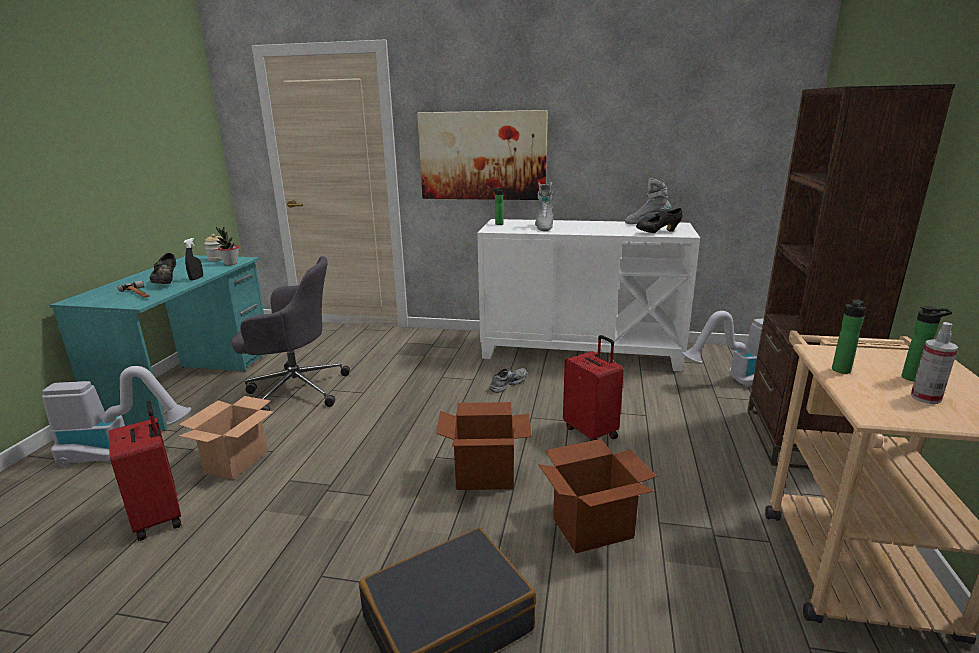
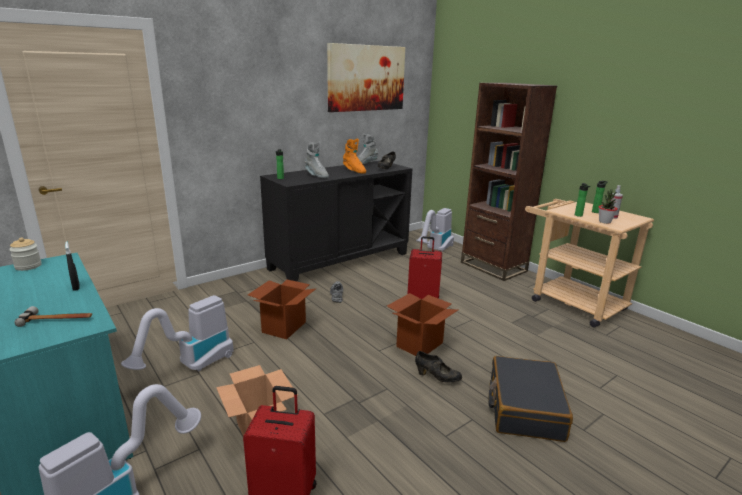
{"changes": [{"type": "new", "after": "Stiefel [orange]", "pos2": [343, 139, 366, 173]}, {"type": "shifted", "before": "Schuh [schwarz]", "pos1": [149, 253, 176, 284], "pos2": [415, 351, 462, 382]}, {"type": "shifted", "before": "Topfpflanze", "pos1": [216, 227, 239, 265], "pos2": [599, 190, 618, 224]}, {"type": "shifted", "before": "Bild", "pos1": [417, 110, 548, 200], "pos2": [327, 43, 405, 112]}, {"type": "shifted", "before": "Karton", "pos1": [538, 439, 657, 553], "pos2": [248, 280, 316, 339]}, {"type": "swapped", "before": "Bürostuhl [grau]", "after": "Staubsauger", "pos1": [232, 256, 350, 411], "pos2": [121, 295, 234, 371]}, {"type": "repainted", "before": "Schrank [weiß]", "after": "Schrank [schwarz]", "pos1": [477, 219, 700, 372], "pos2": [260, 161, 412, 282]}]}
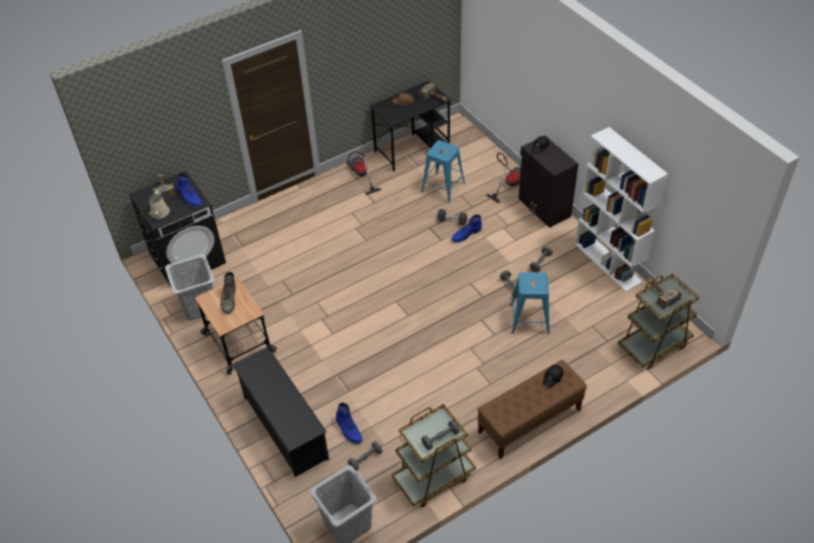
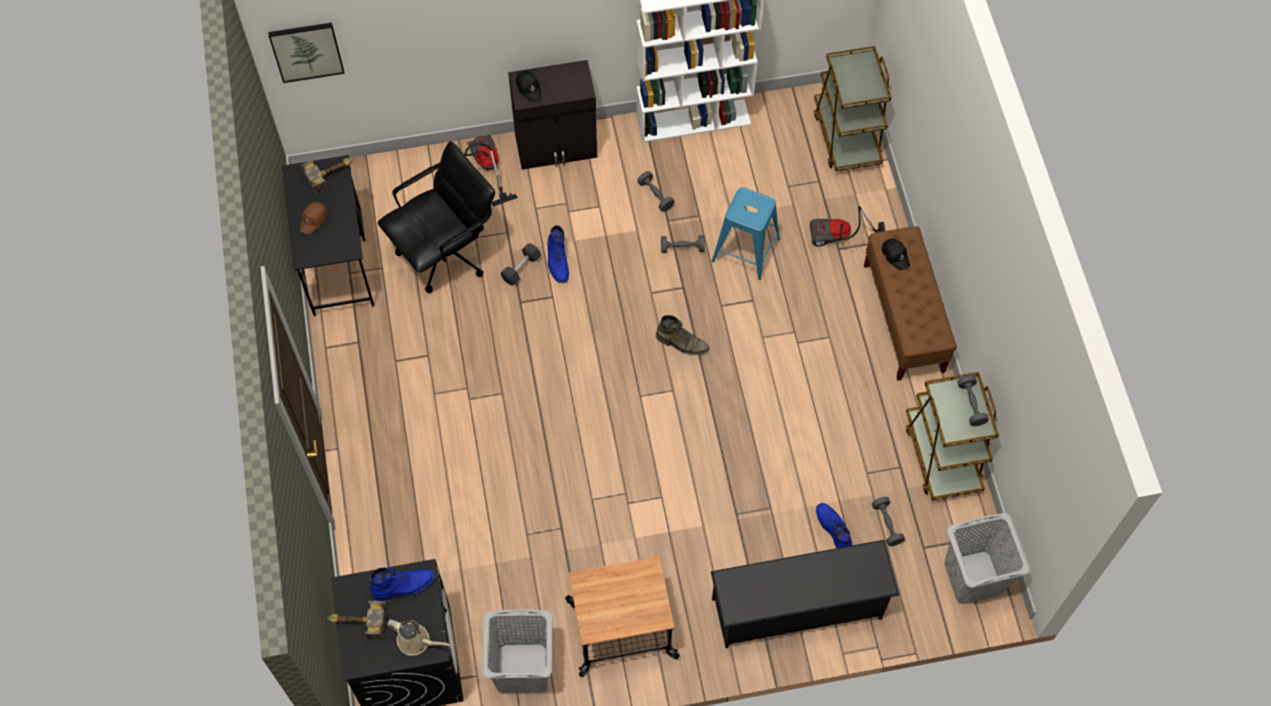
{"changes": [{"type": "gone", "before": "Hammer", "pos1": [648, 278, 682, 309]}, {"type": "new", "after": "Bild", "pos2": [268, 23, 344, 83]}, {"type": "shifted", "before": "Stiefel [grün]", "pos1": [221, 272, 236, 314], "pos2": [656, 315, 709, 355]}, {"type": "shifted", "before": "Staubsauger", "pos1": [346, 151, 381, 195], "pos2": [810, 206, 885, 247]}, {"type": "swapped", "before": "Hocker [blau]", "after": "Bürostuhl [schwarz]", "pos1": [421, 140, 465, 203], "pos2": [378, 141, 495, 293]}, {"type": "rotated", "before": "Stiefel [blau]", "pos1": [336, 403, 363, 444], "pos2": [816, 503, 852, 548], "turn": -105}]}
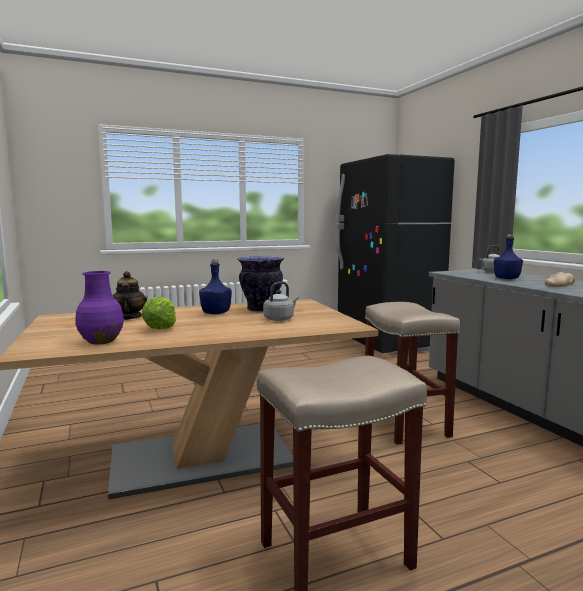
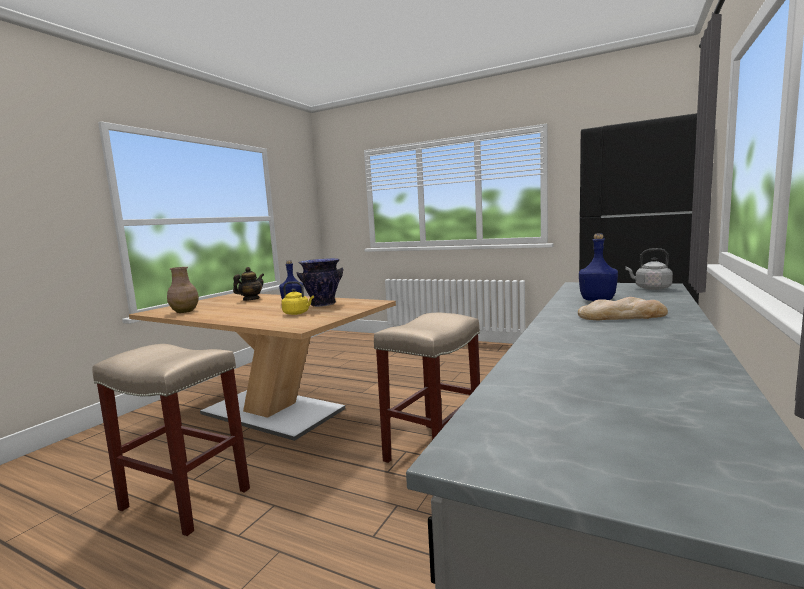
{"changes": [{"type": "gone", "before": "Salatkopf", "pos1": [142, 297, 176, 329]}, {"type": "repainted", "before": "Vase [lila]", "after": "Vase [braun]", "pos1": [75, 271, 124, 344], "pos2": [167, 267, 199, 313]}, {"type": "repainted", "before": "Wasserkessel [grau]", "after": "Wasserkessel [gelb]", "pos1": [263, 282, 299, 321], "pos2": [281, 281, 314, 315]}]}
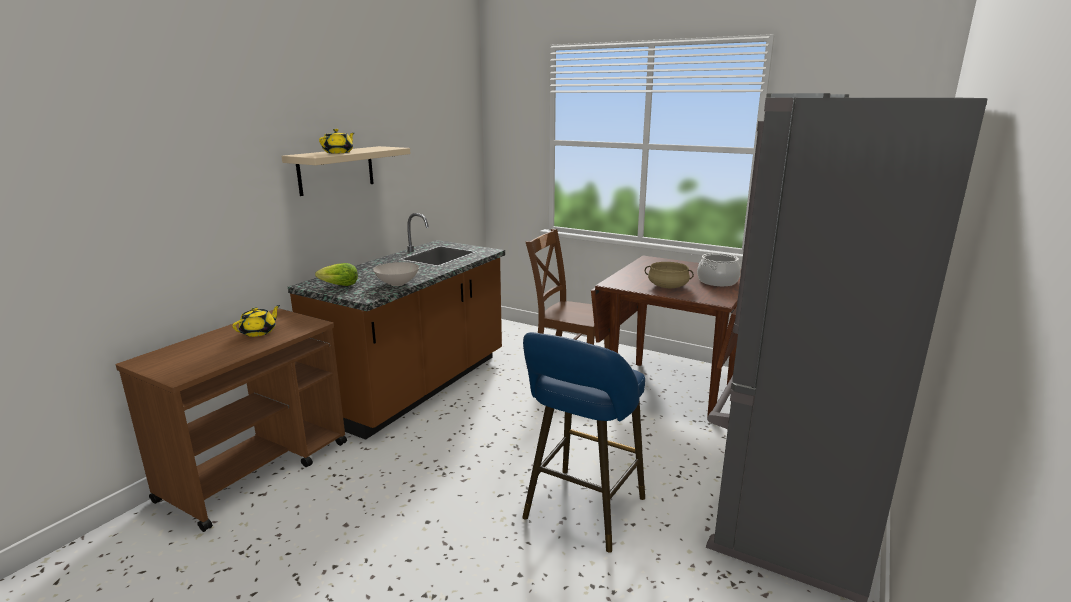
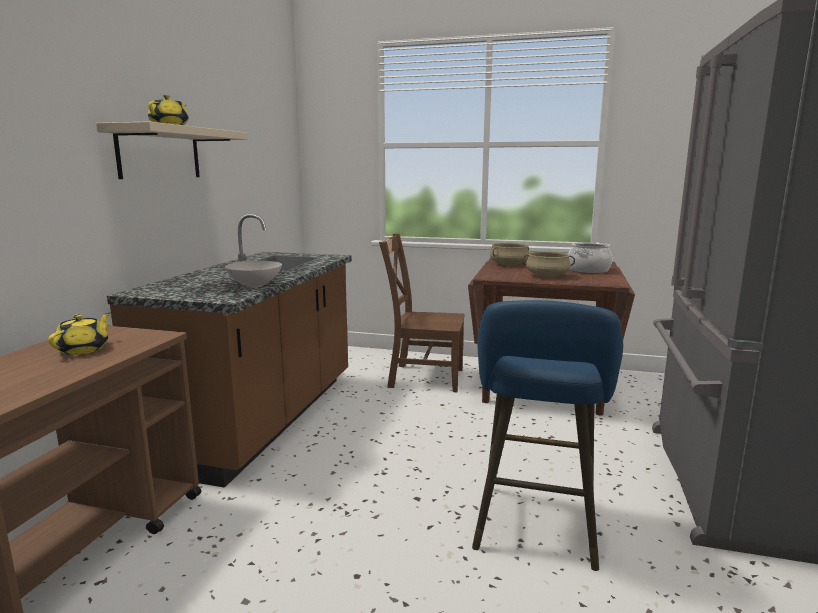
{"changes": [{"type": "gone", "before": "Salatkopf", "pos1": [315, 263, 358, 286]}, {"type": "new", "after": "Kochtopf [beige]", "pos2": [490, 243, 529, 265]}]}
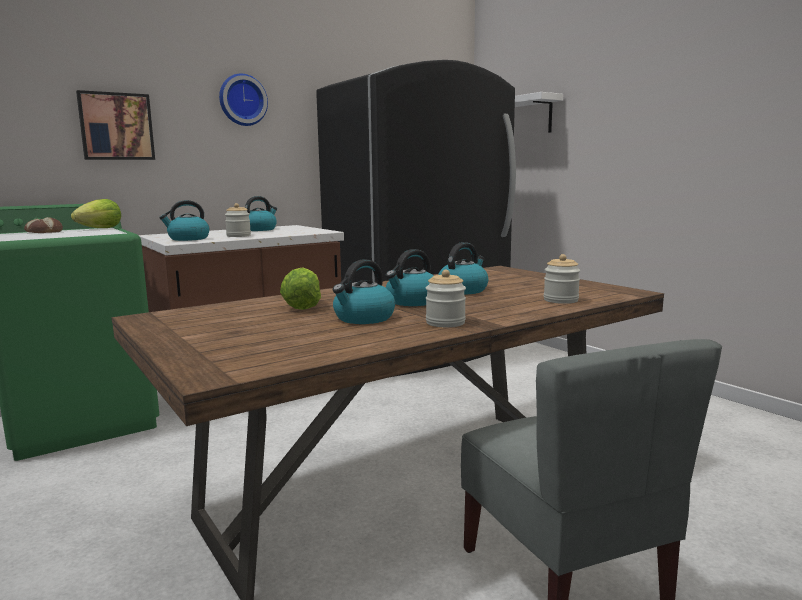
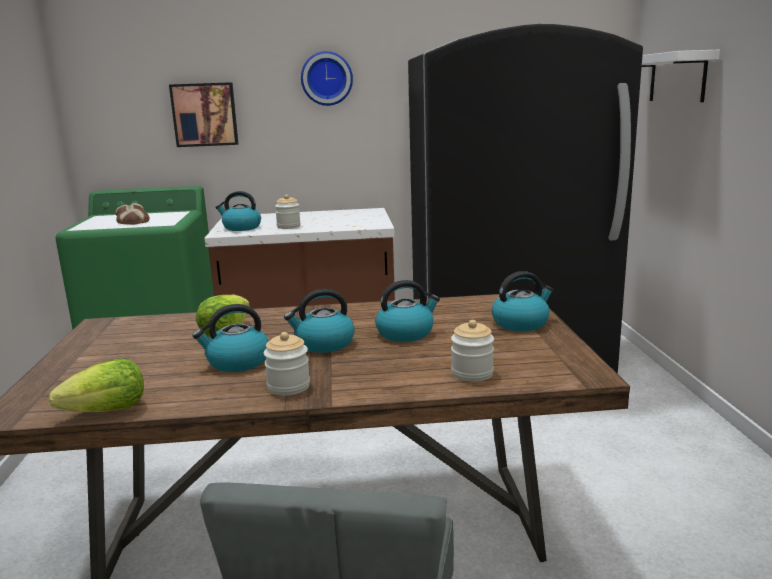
{"changes": [{"type": "new", "after": "Brot", "pos2": [116, 209, 150, 225]}, {"type": "shifted", "before": "Salatkopf", "pos1": [71, 199, 121, 228], "pos2": [49, 358, 144, 412]}, {"type": "shifted", "before": "Wasserkessel", "pos1": [245, 196, 277, 231], "pos2": [491, 271, 554, 331]}]}
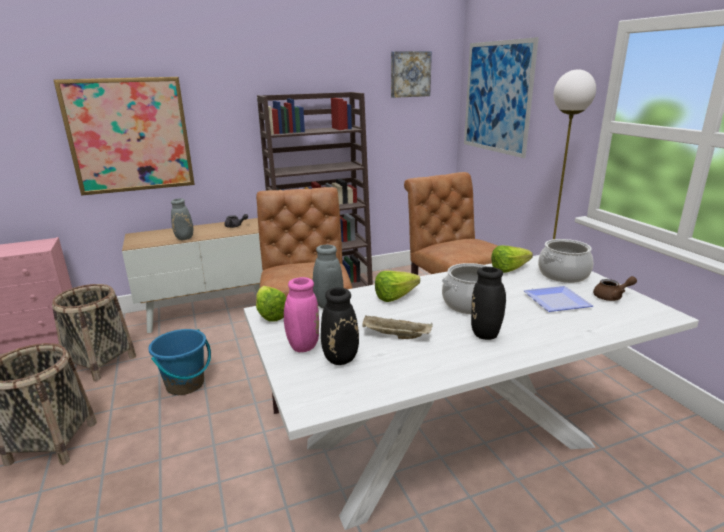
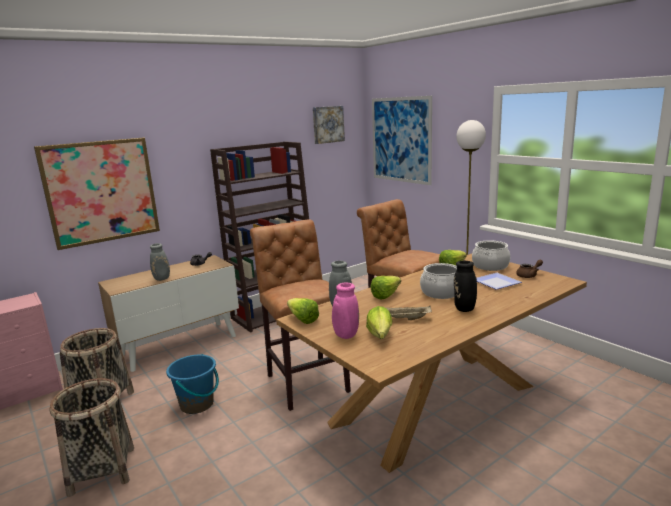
{"changes": [{"type": "swapped", "before": "Vase [schwarz]", "after": "Salatkopf", "pos1": [321, 287, 359, 365], "pos2": [366, 306, 392, 339]}, {"type": "repainted", "before": "Esstisch [weiß]", "after": "Esstisch [braun]", "pos1": [244, 255, 699, 530], "pos2": [276, 254, 587, 473]}]}
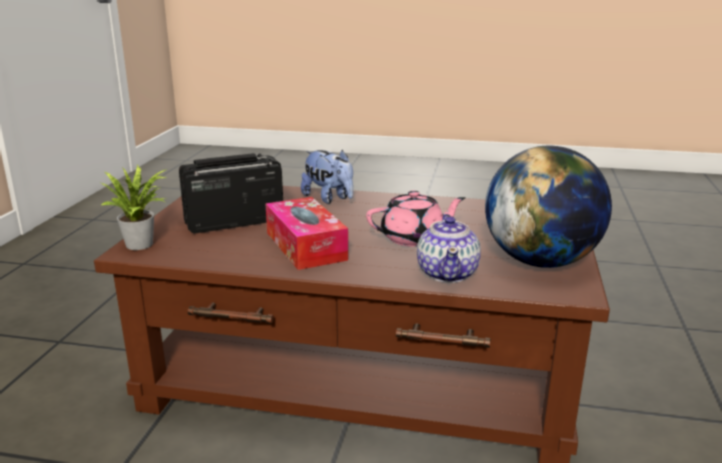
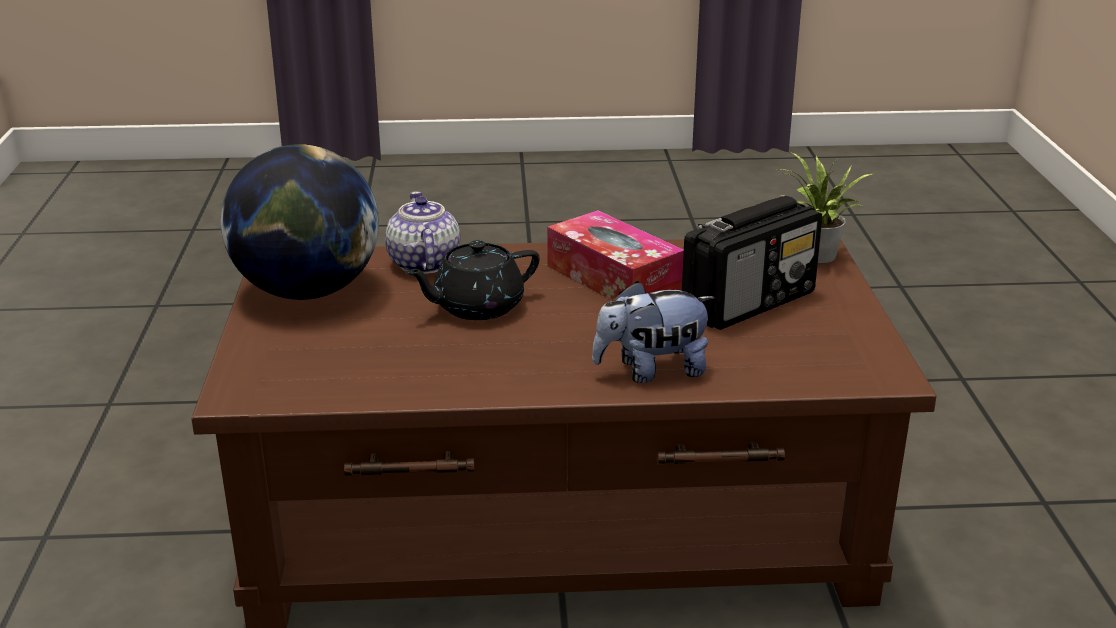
{"changes": [{"type": "repainted", "before": "Teekanne [rosa]", "after": "Teekanne [schwarz]", "pos1": [366, 190, 465, 247], "pos2": [405, 240, 540, 320]}, {"type": "rotated", "before": "Plüschtier", "pos1": [301, 150, 353, 204], "pos2": [592, 281, 715, 383], "turn": -45}]}
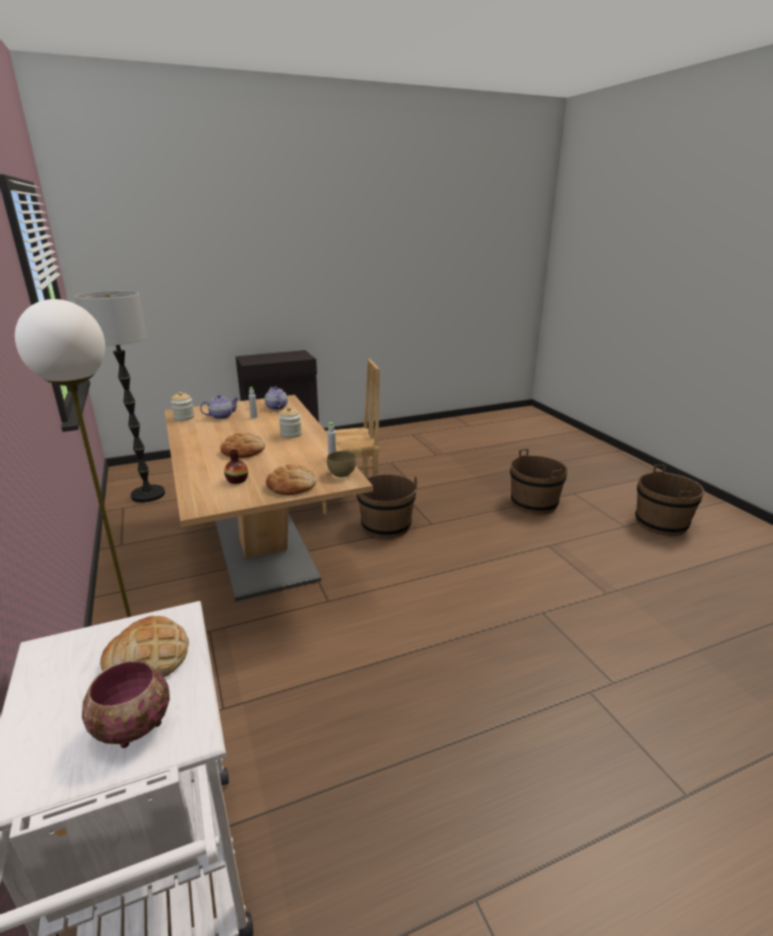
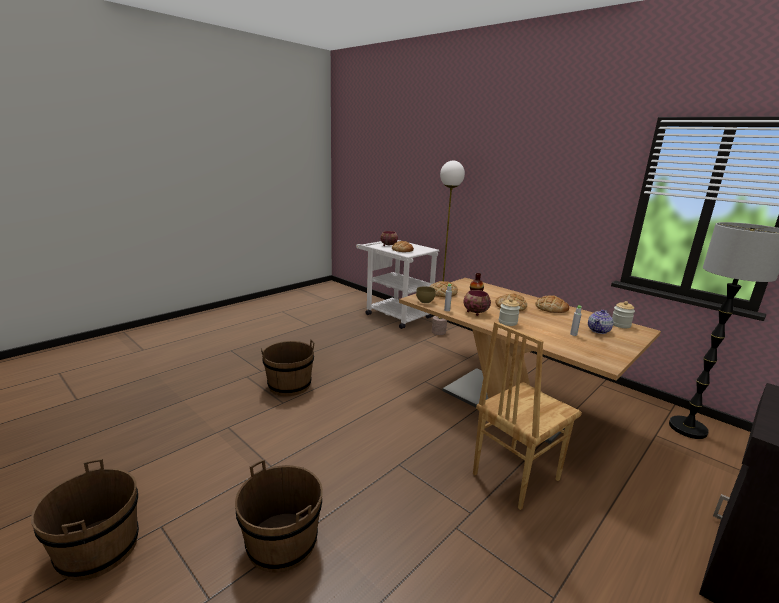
{"changes": [{"type": "gone", "before": "Teekanne", "pos1": [265, 386, 288, 410]}, {"type": "new", "after": "Schüssel", "pos2": [463, 290, 491, 316]}, {"type": "new", "after": "Brot", "pos2": [535, 295, 569, 313]}, {"type": "shifted", "before": "Eimer [braun]", "pos1": [357, 474, 418, 539], "pos2": [261, 339, 314, 396]}]}
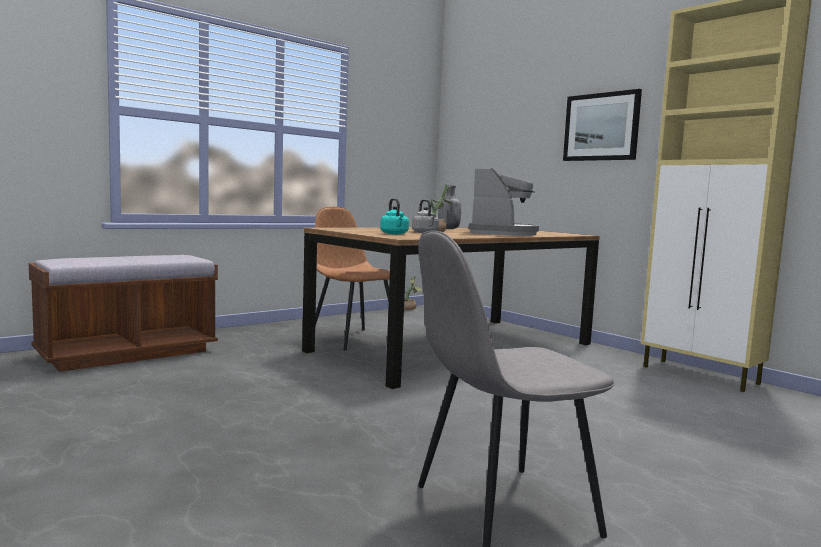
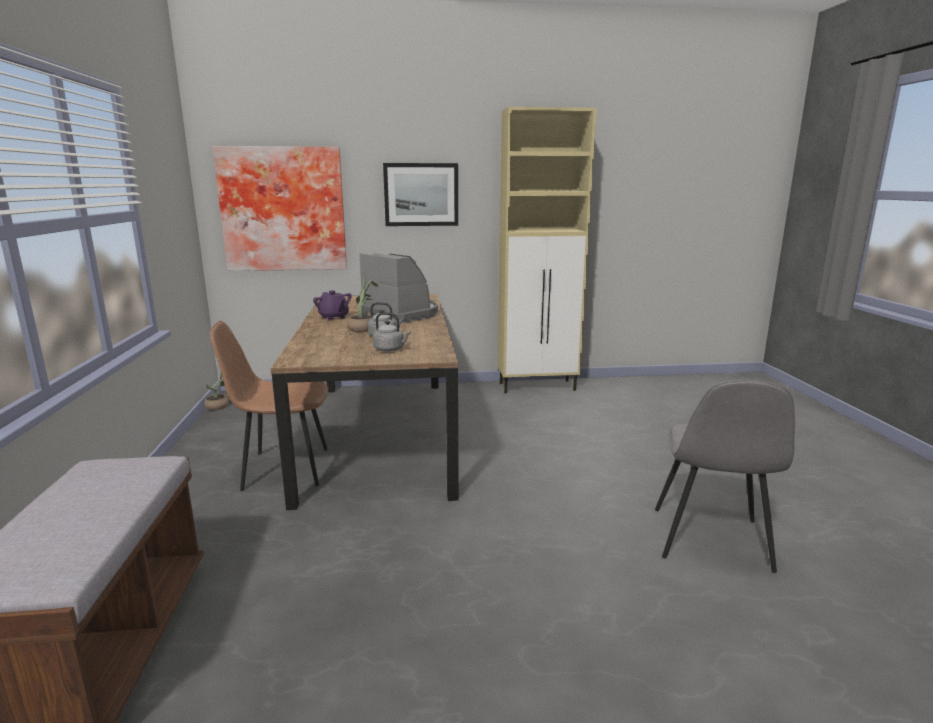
{"changes": [{"type": "new", "after": "Bild", "pos2": [213, 146, 347, 271]}, {"type": "swapped", "before": "Flasche [grau]", "after": "Teekanne [lila]", "pos1": [438, 185, 462, 229], "pos2": [313, 290, 352, 320]}, {"type": "repainted", "before": "Wasserkessel [türkis]", "after": "Wasserkessel [grau]", "pos1": [380, 198, 409, 234], "pos2": [373, 312, 411, 352]}]}
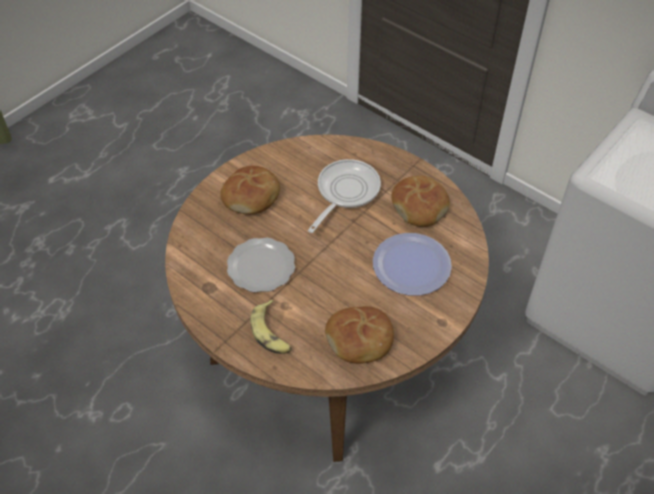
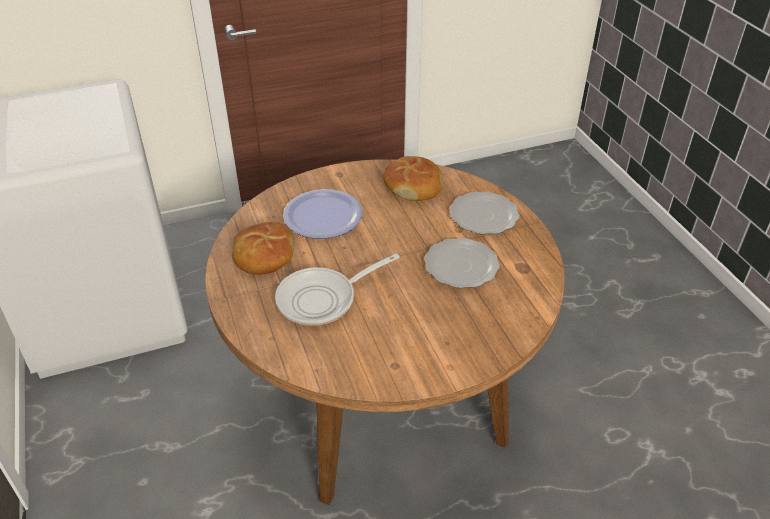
{"changes": [{"type": "gone", "before": "Brot", "pos1": [220, 166, 280, 214]}, {"type": "swapped", "before": "Banane", "after": "Teller", "pos1": [250, 300, 292, 354], "pos2": [450, 191, 519, 234]}]}
